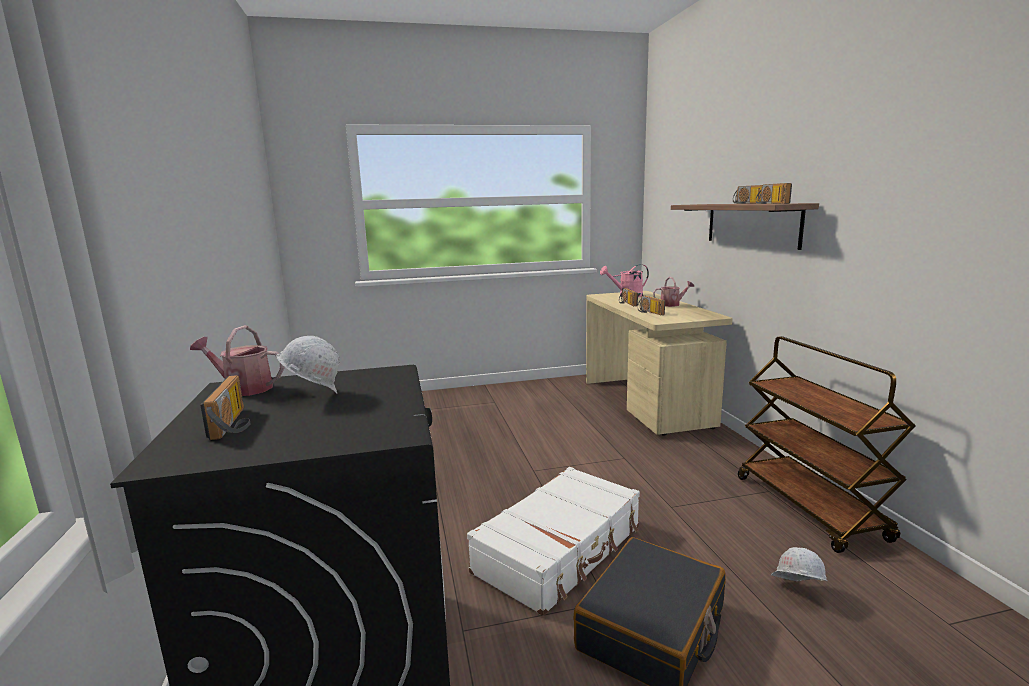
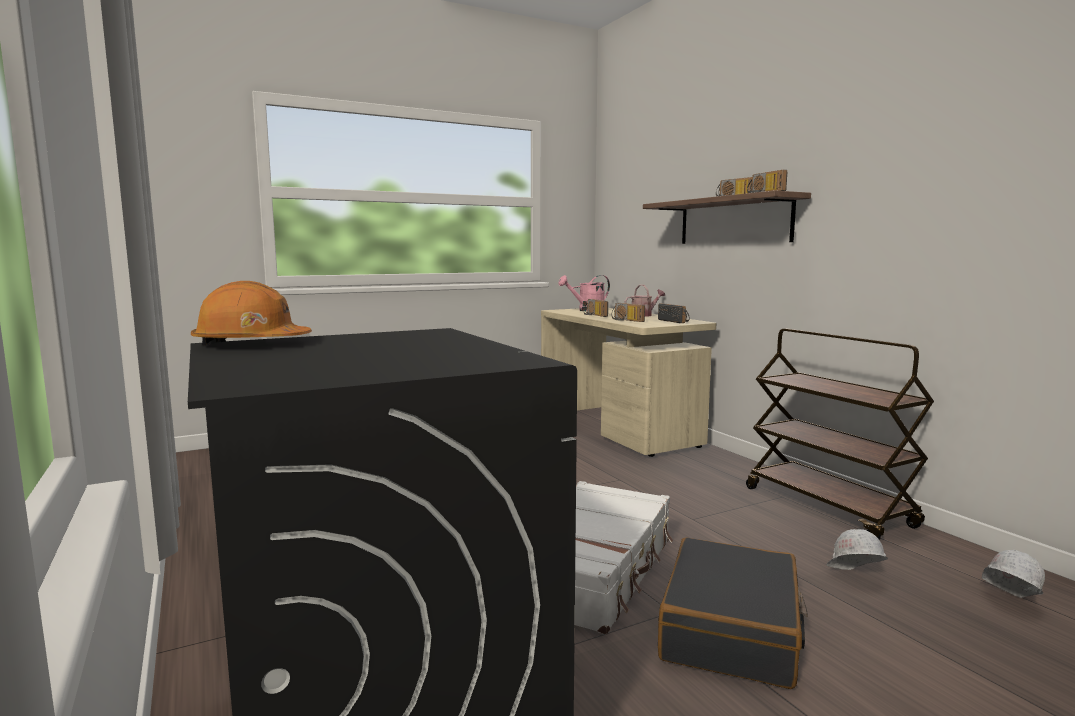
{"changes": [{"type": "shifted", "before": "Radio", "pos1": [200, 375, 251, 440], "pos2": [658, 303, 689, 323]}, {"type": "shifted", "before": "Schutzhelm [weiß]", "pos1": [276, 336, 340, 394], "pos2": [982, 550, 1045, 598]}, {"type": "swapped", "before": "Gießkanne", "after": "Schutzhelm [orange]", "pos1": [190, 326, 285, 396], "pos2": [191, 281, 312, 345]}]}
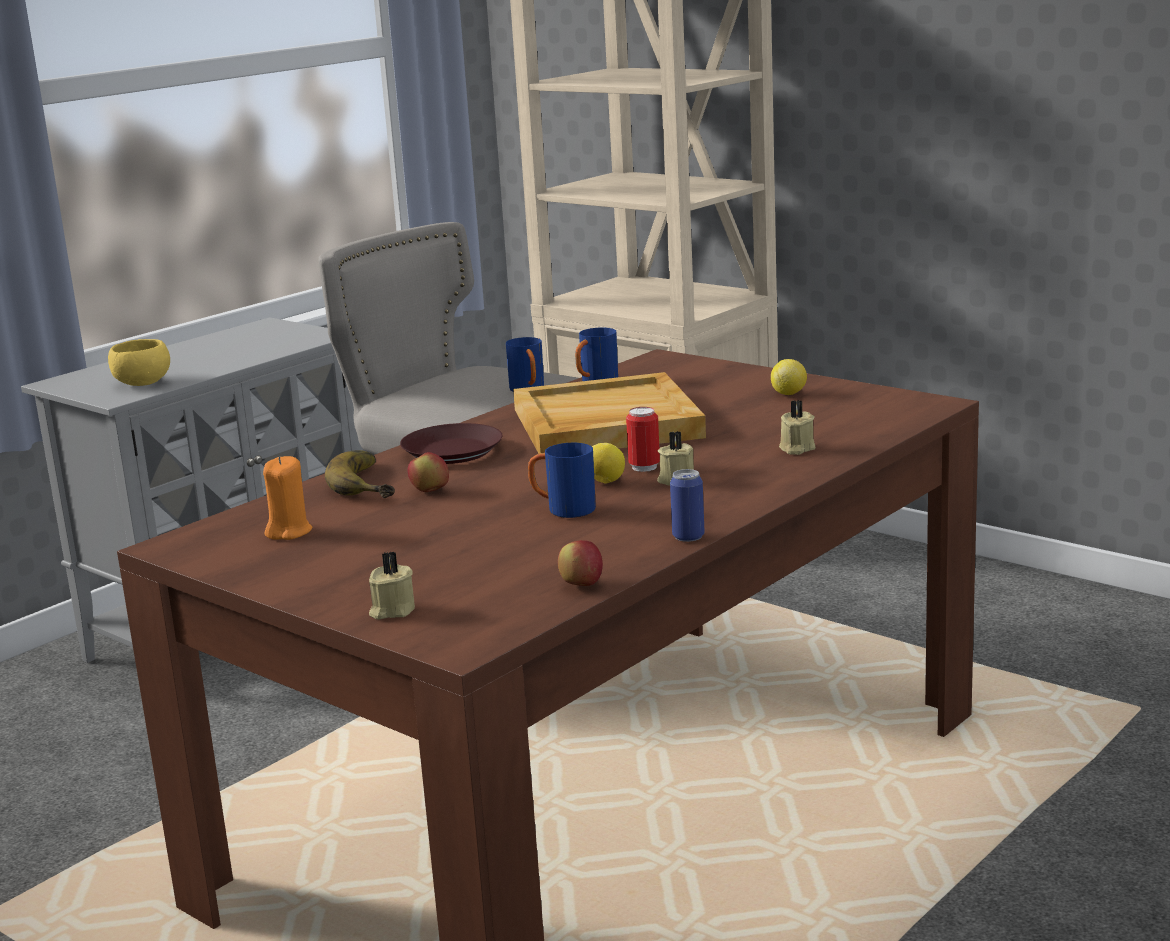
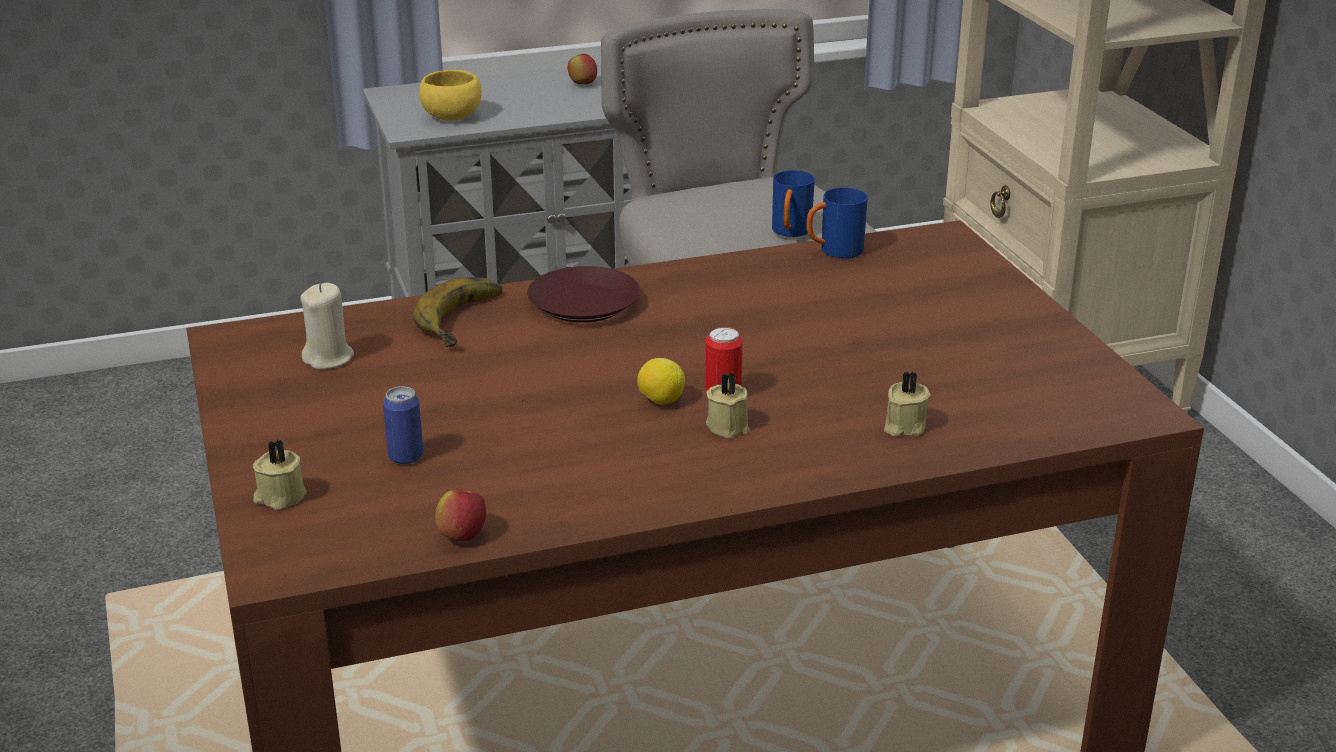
{"changes": [{"type": "gone", "before": "Tablett [beige]", "pos1": [513, 372, 706, 453]}, {"type": "gone", "before": "Henkelbecher [blau]", "pos1": [528, 443, 596, 518]}, {"type": "gone", "before": "Zitrone", "pos1": [771, 359, 807, 395]}, {"type": "shifted", "before": "Apfel", "pos1": [407, 452, 449, 492], "pos2": [568, 54, 597, 84]}, {"type": "shifted", "before": "Dose", "pos1": [670, 469, 704, 542], "pos2": [383, 386, 423, 465]}, {"type": "repainted", "before": "Kerze [orange]", "after": "Kerze [beige]", "pos1": [263, 456, 313, 540], "pos2": [301, 283, 354, 369]}]}
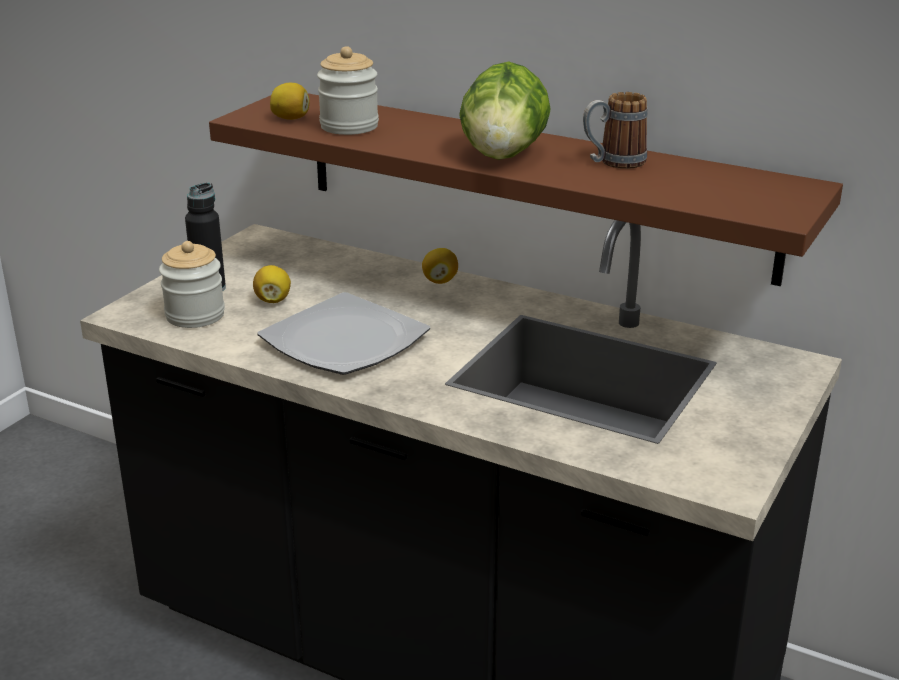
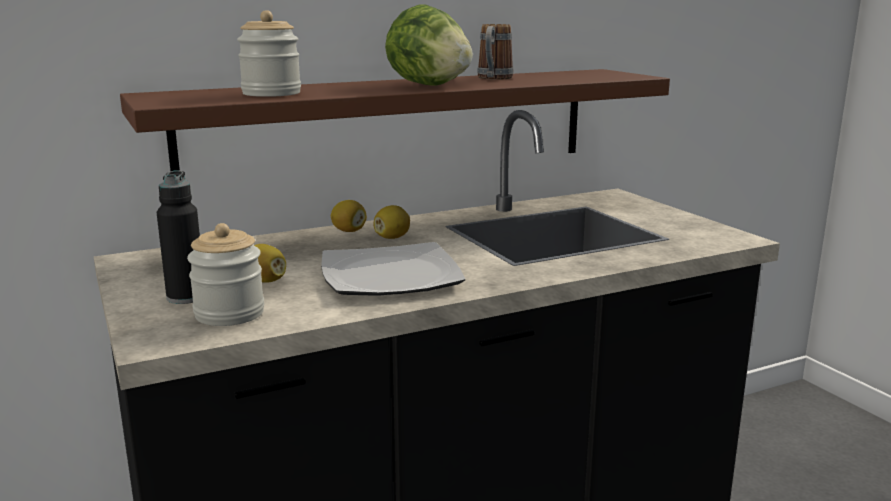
{"changes": [{"type": "shifted", "before": "Zitrone", "pos1": [270, 83, 310, 120], "pos2": [374, 205, 410, 239]}]}
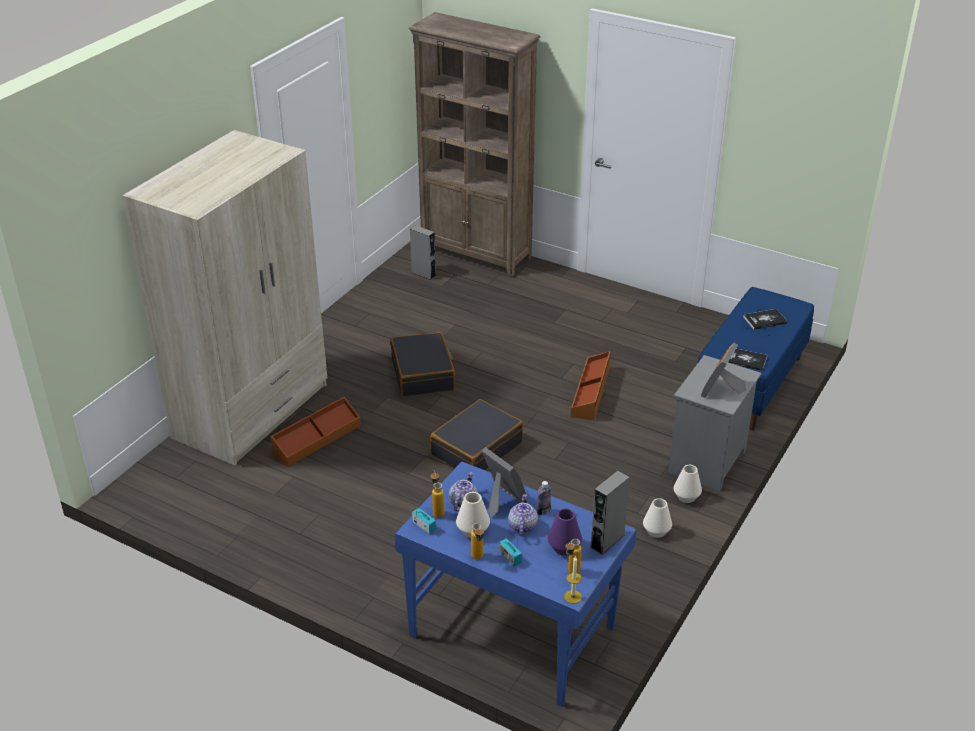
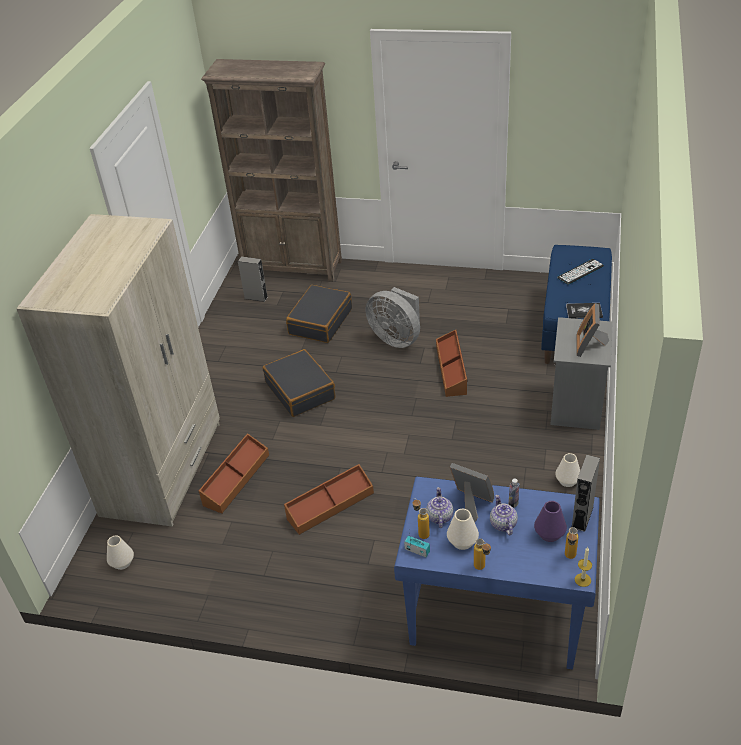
{"changes": [{"type": "gone", "before": "Radio", "pos1": [499, 538, 522, 566]}, {"type": "new", "after": "Aufbewahrungsbox [braun]", "pos2": [284, 464, 374, 535]}, {"type": "new", "after": "Ventilator [grau]", "pos2": [366, 287, 420, 348]}, {"type": "shifted", "before": "Koffer [schwarz]", "pos1": [430, 399, 523, 470], "pos2": [286, 285, 352, 343]}, {"type": "shifted", "before": "Vase [weiß]", "pos1": [674, 465, 702, 503], "pos2": [107, 535, 134, 570]}, {"type": "swapped", "before": "Buch", "after": "Tastatur", "pos1": [743, 309, 788, 330], "pos2": [557, 259, 604, 285]}]}
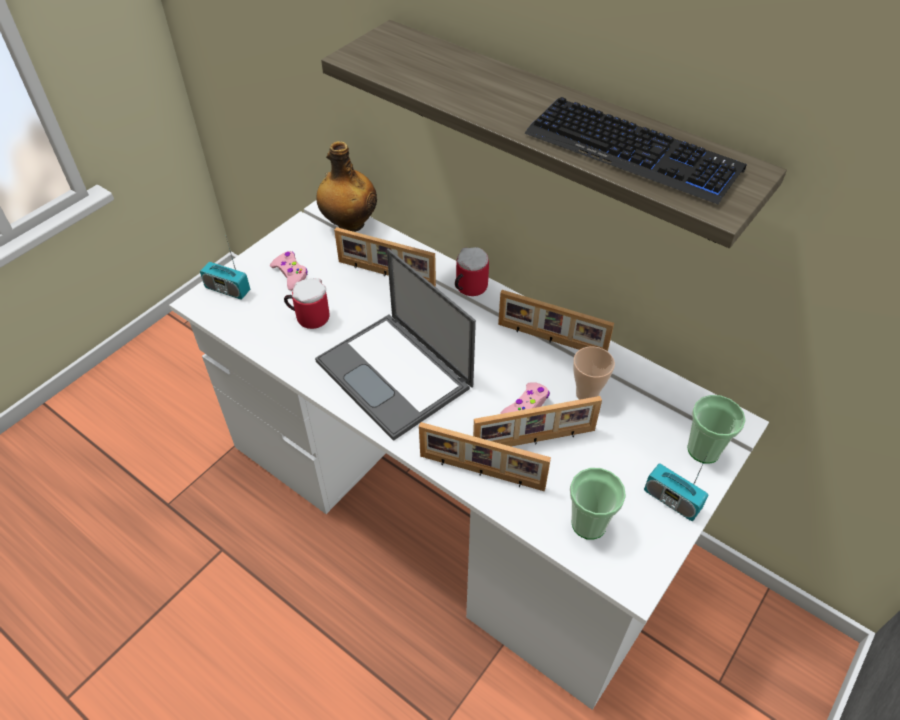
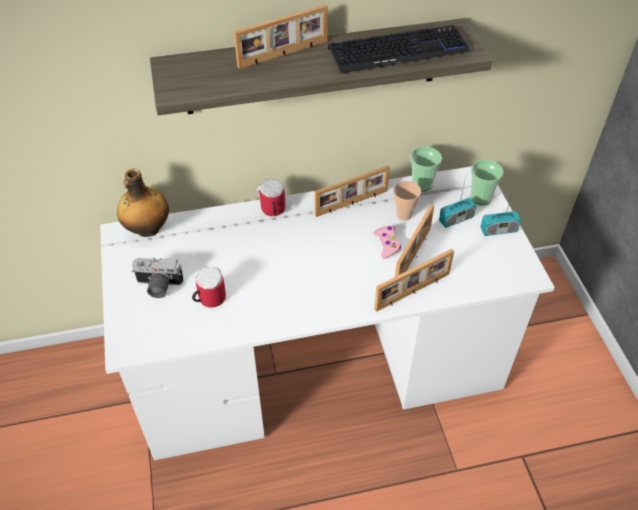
{"changes": [{"type": "gone", "before": "Laptop", "pos1": [315, 248, 476, 441]}, {"type": "shifted", "before": "Radio", "pos1": [200, 237, 250, 300], "pos2": [439, 177, 477, 228]}, {"type": "shifted", "before": "Bilderrahmen", "pos1": [334, 227, 436, 286], "pos2": [234, 4, 328, 69]}, {"type": "shifted", "before": "Tasse", "pos1": [570, 468, 626, 540], "pos2": [410, 147, 442, 192]}, {"type": "swapped", "before": "Gamepad [rosa]", "after": "Kamera", "pos1": [270, 251, 308, 291], "pos2": [132, 258, 184, 298]}]}
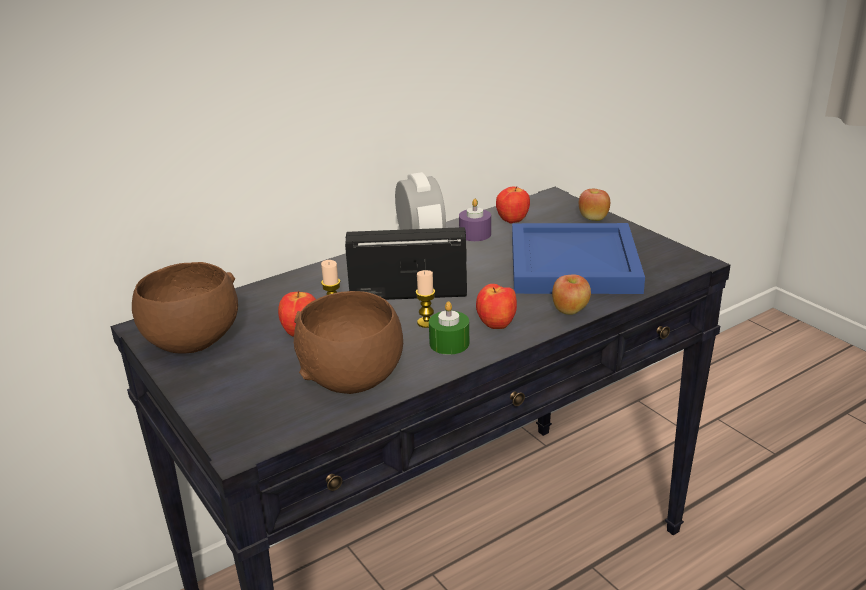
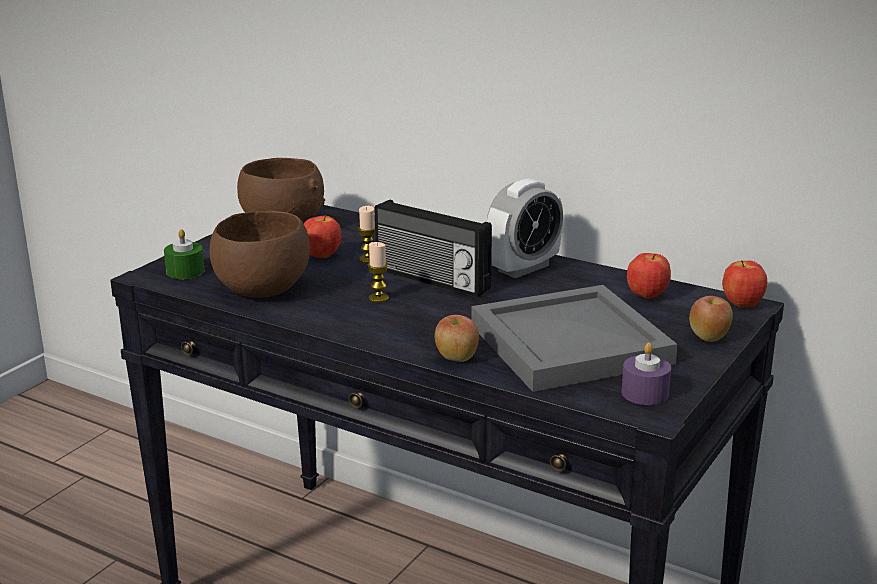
{"changes": [{"type": "shifted", "before": "Kerze [grün]", "pos1": [429, 301, 469, 355], "pos2": [164, 229, 205, 279]}, {"type": "shifted", "before": "Kerze [lila]", "pos1": [459, 199, 491, 241], "pos2": [622, 343, 671, 405]}, {"type": "shifted", "before": "Apfel", "pos1": [476, 284, 517, 329], "pos2": [722, 260, 767, 308]}, {"type": "repainted", "before": "Tablett [blau]", "after": "Tablett [grau]", "pos1": [512, 223, 645, 294], "pos2": [471, 285, 677, 392]}, {"type": "rotated", "before": "Radio", "pos1": [345, 227, 467, 300], "pos2": [375, 200, 492, 297], "turn": 150}]}
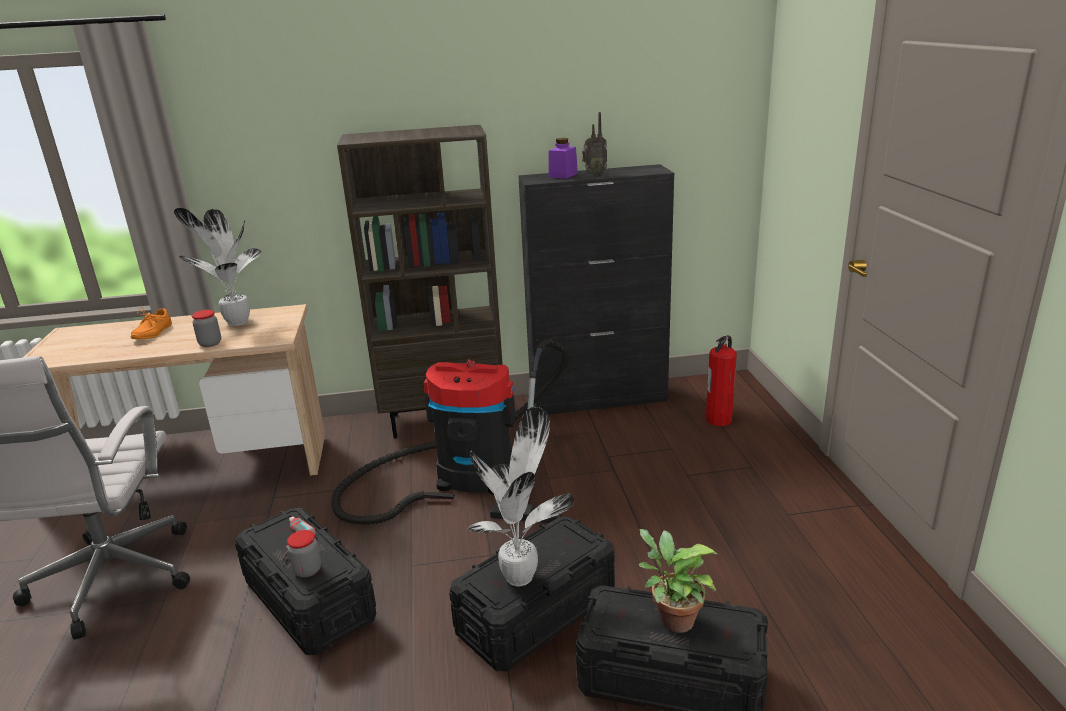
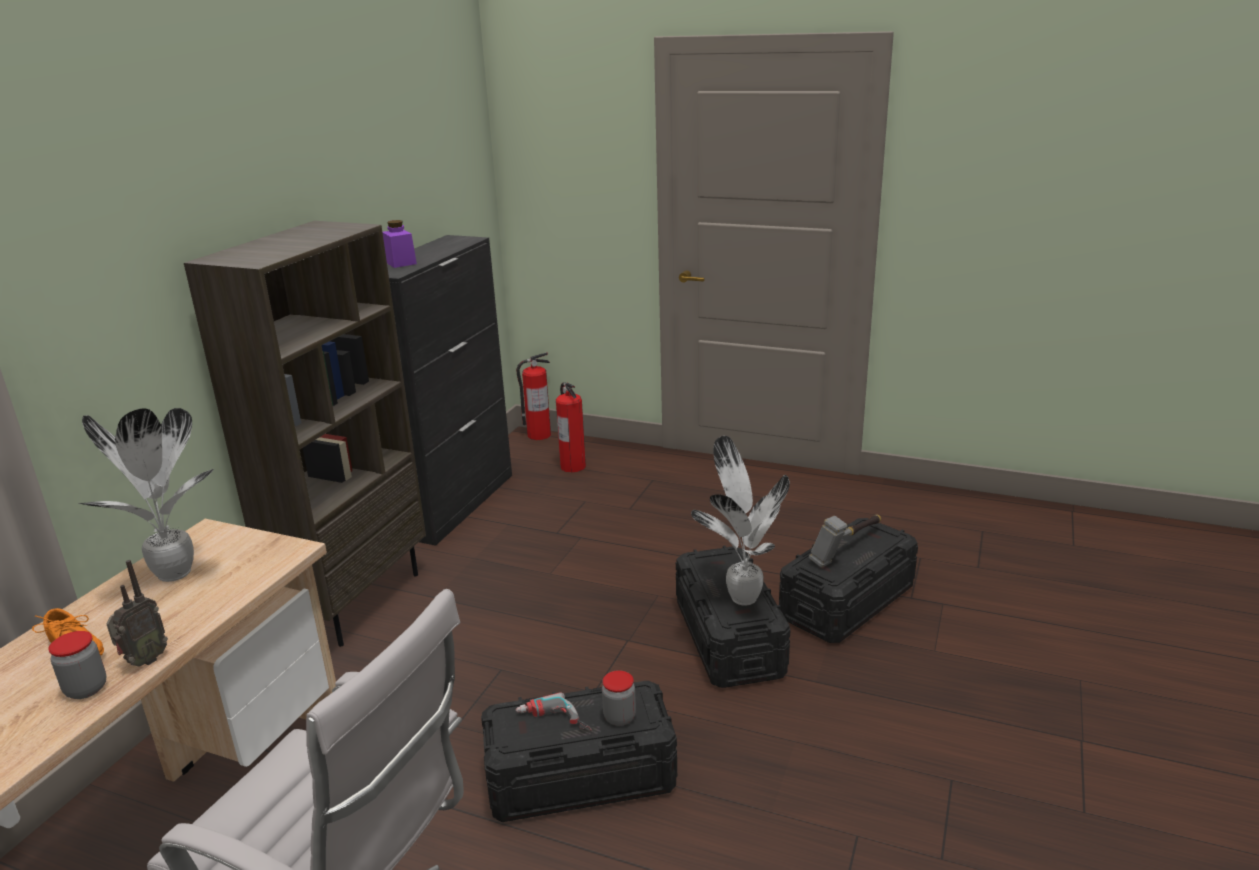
{"changes": [{"type": "gone", "before": "Staubsauger", "pos1": [331, 339, 570, 525]}, {"type": "new", "after": "Feuerlöscher", "pos2": [516, 352, 551, 440]}, {"type": "shifted", "before": "Vorratsglas", "pos1": [192, 310, 221, 347], "pos2": [48, 631, 107, 699]}, {"type": "shifted", "before": "Radio", "pos1": [582, 112, 607, 175], "pos2": [107, 560, 168, 667]}, {"type": "swapped", "before": "Topfpflanze", "after": "Hammer", "pos1": [639, 529, 717, 633], "pos2": [809, 515, 881, 567]}]}
